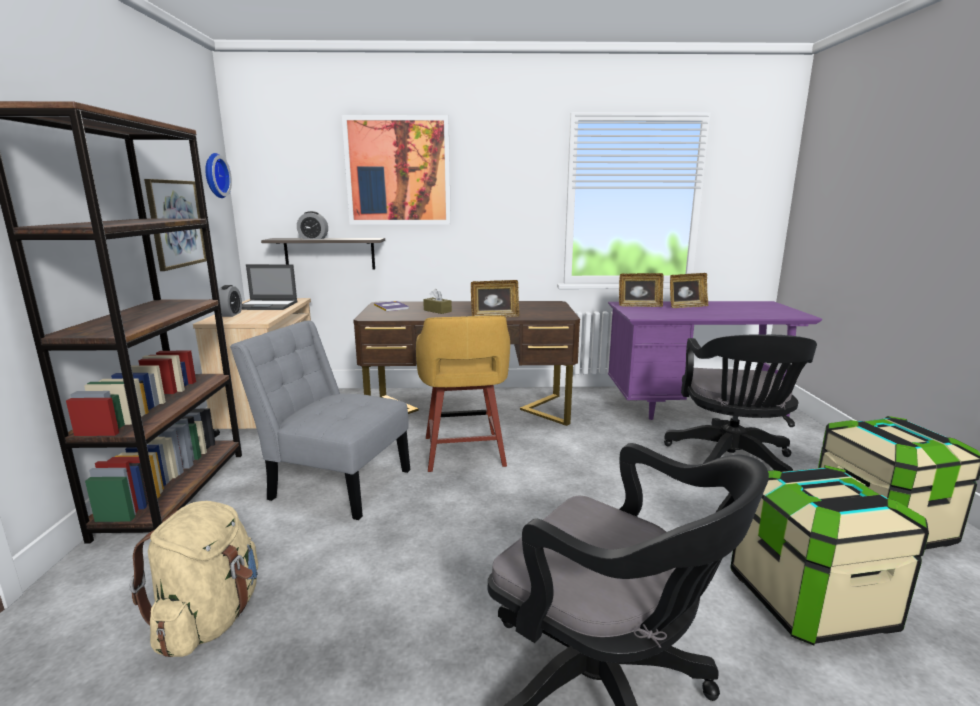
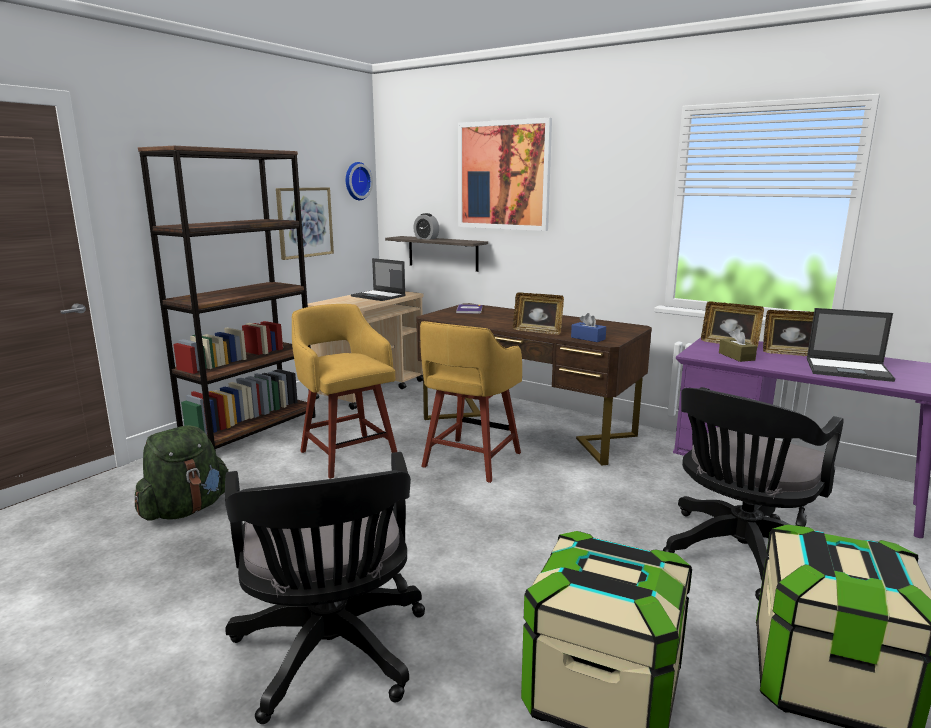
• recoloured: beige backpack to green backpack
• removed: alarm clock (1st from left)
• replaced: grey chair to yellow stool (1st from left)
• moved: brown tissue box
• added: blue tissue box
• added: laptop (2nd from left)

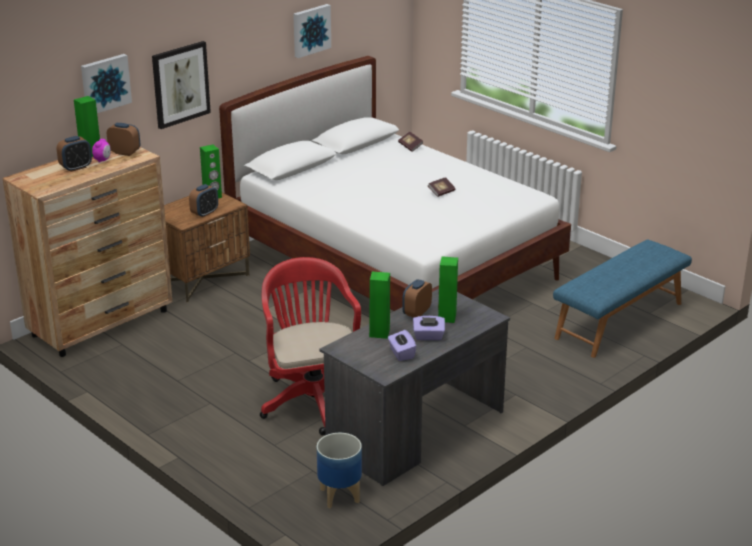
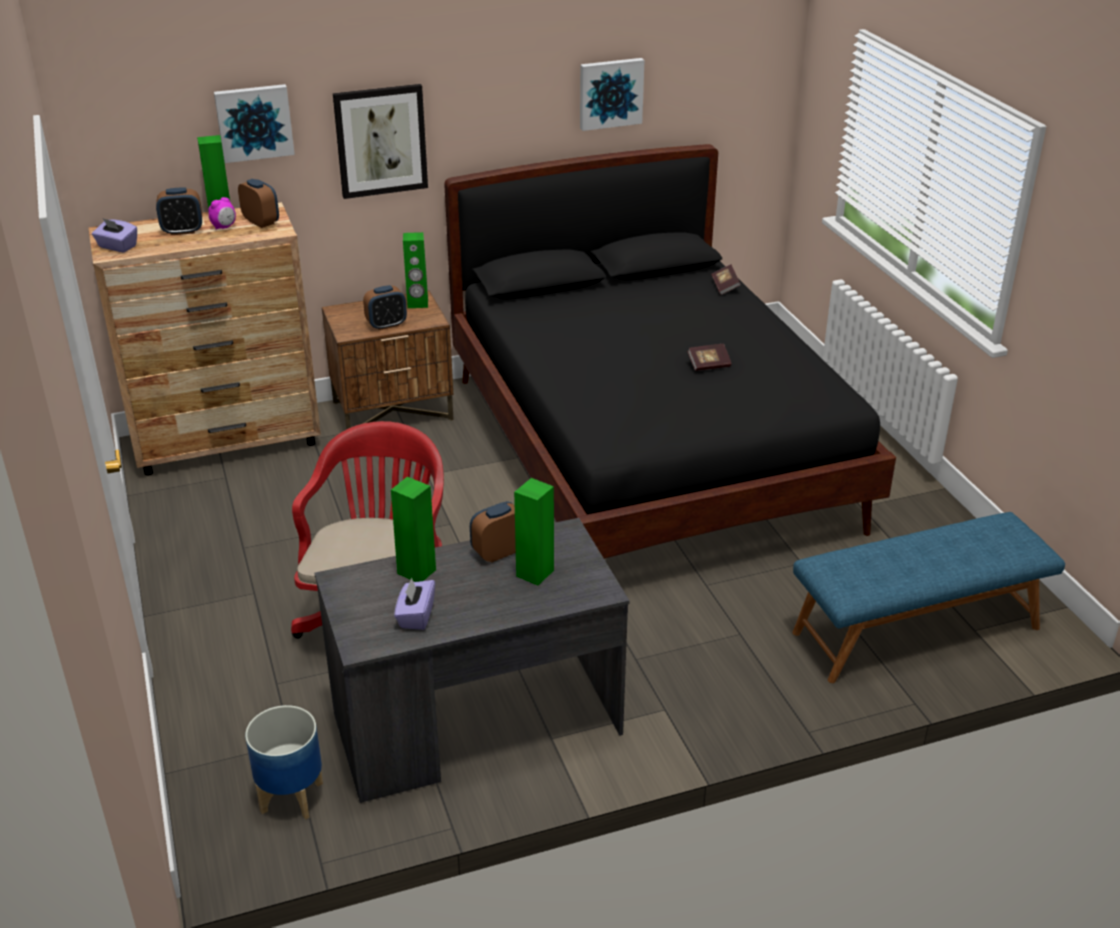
• recoloured: white bed to black bed
• moved: purple tissue box (2nd from left in the first image) to purple tissue box (1st from left)

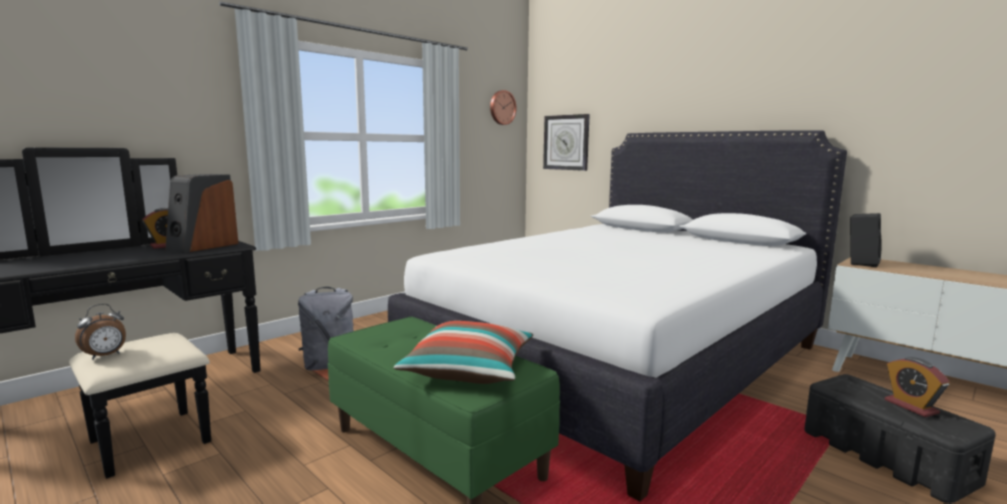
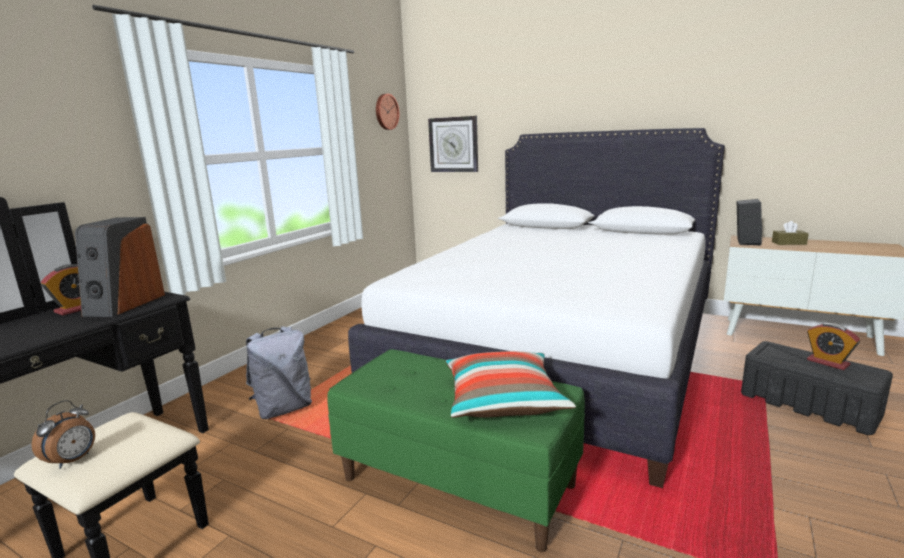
• added: brown tissue box

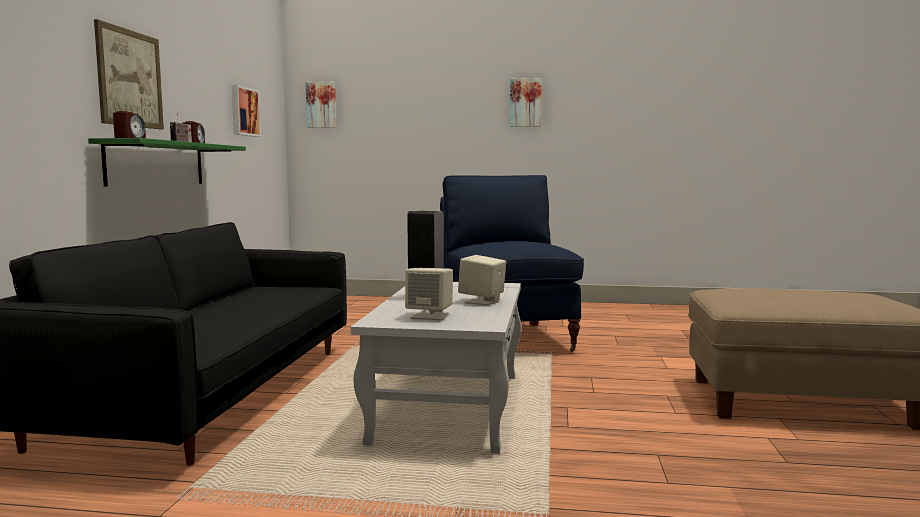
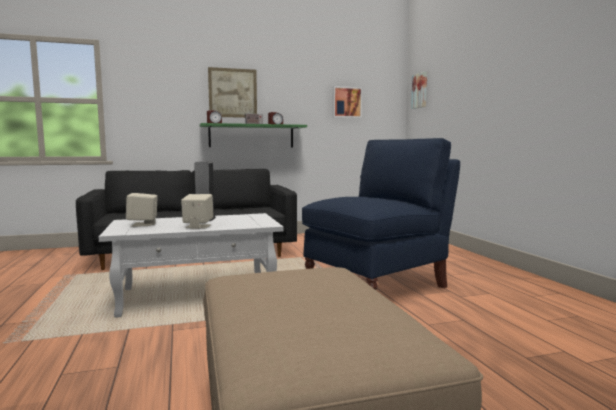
• removed: picture (4th from left)

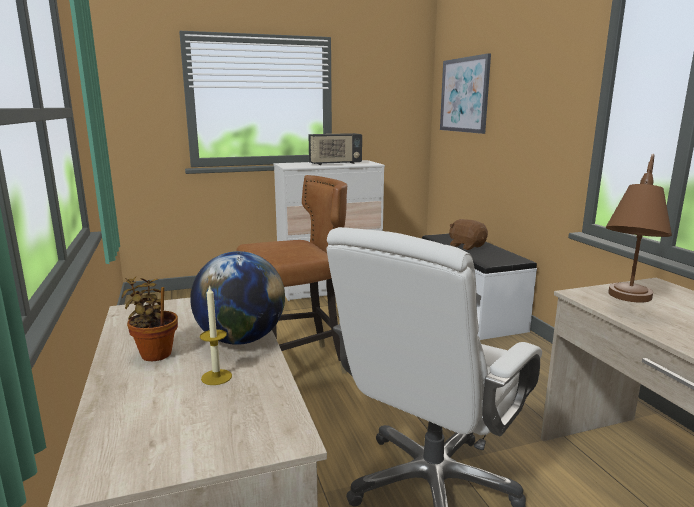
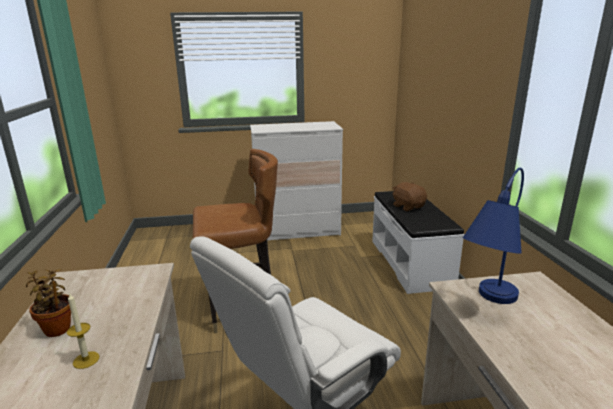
• removed: globe
• removed: radio
• removed: picture
• recoloured: brown table lamp to blue table lamp

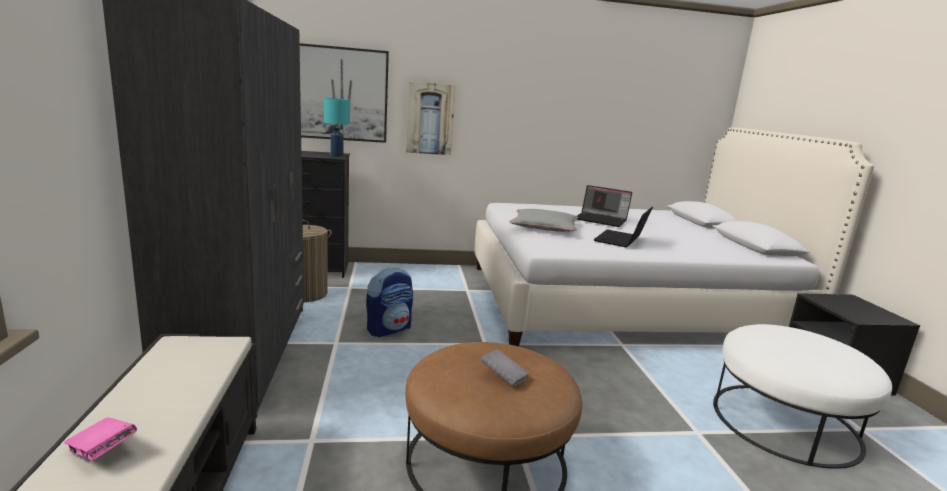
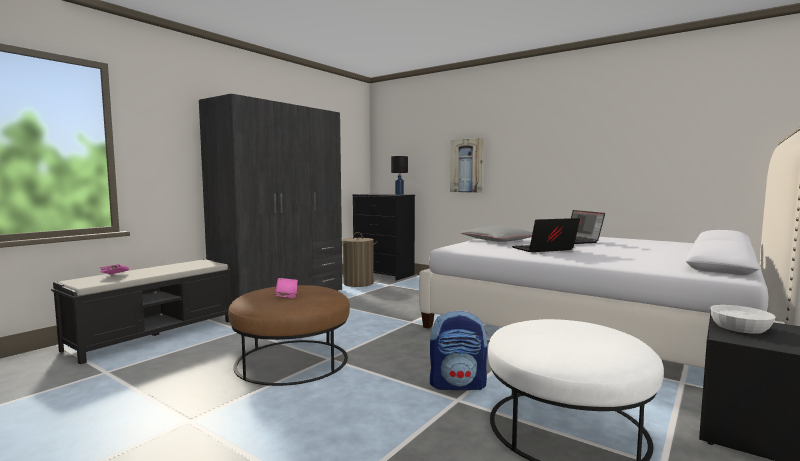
• removed: picture (1st from left)
• recoloured: turquoise table lamp to black table lamp
• moved: backpack
• recoloured: grey book to pink book (2nd from left)
• added: white bowl

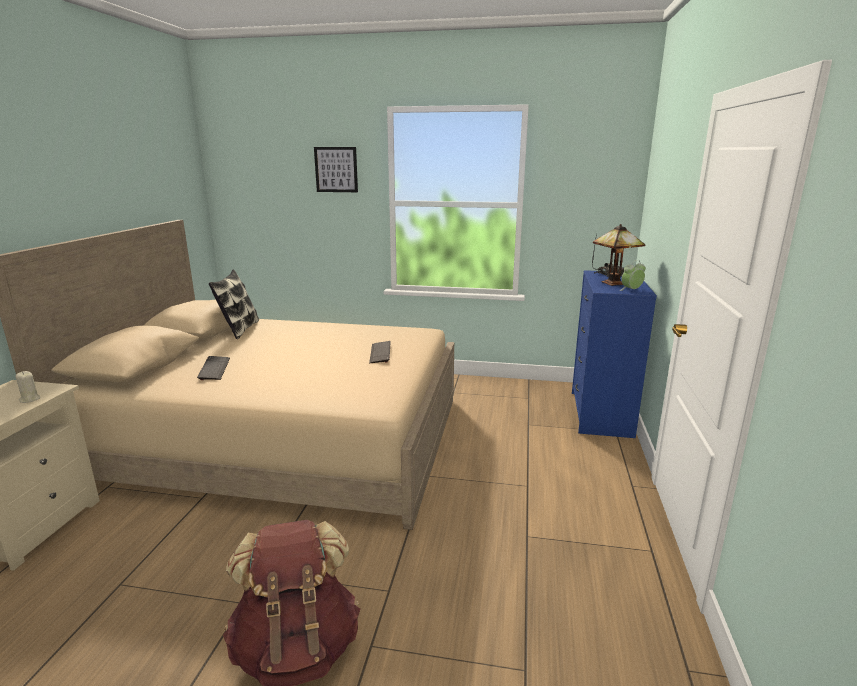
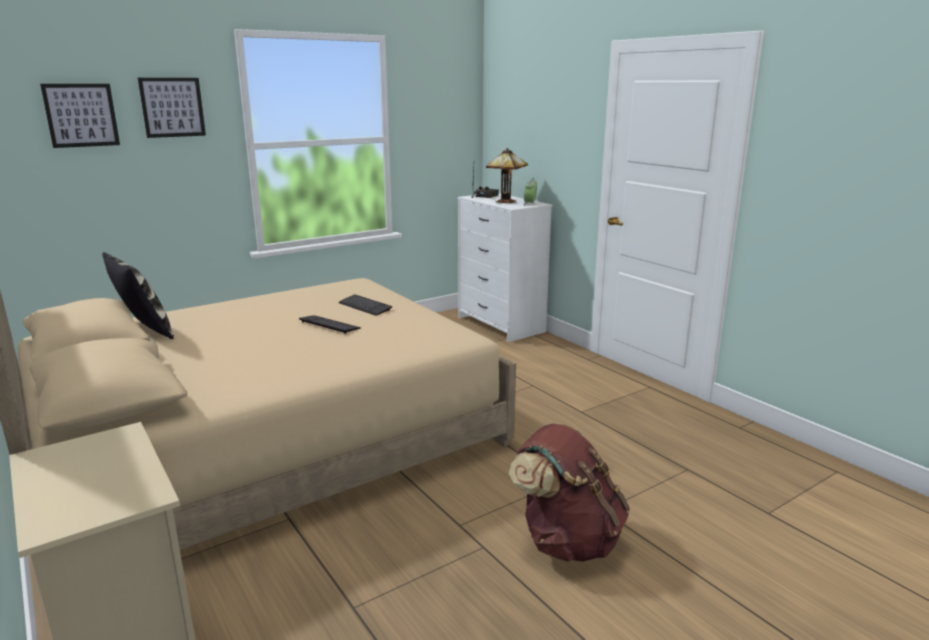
• removed: beige candle
• moved: keyboard (1st from left)
• recoloured: blue dresser to white dresser
• added: picture (1st from left)

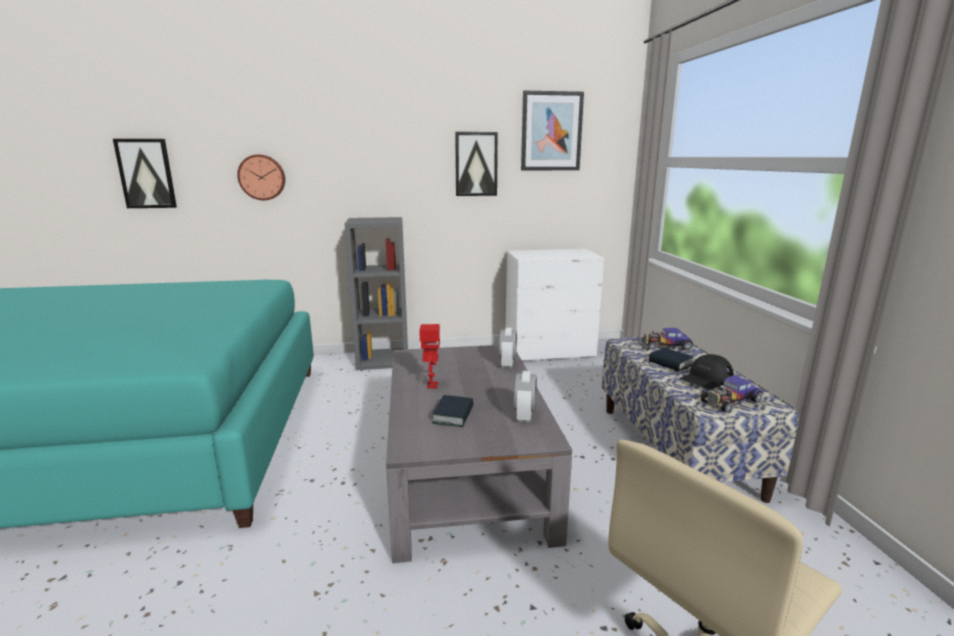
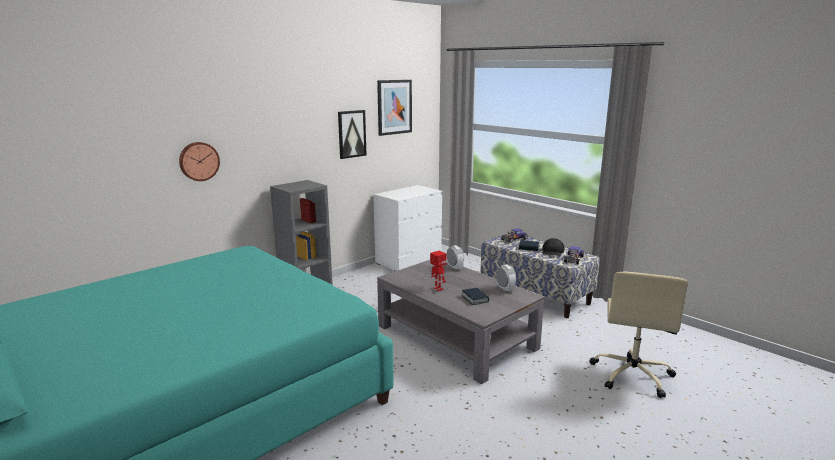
• removed: picture (1st from left)

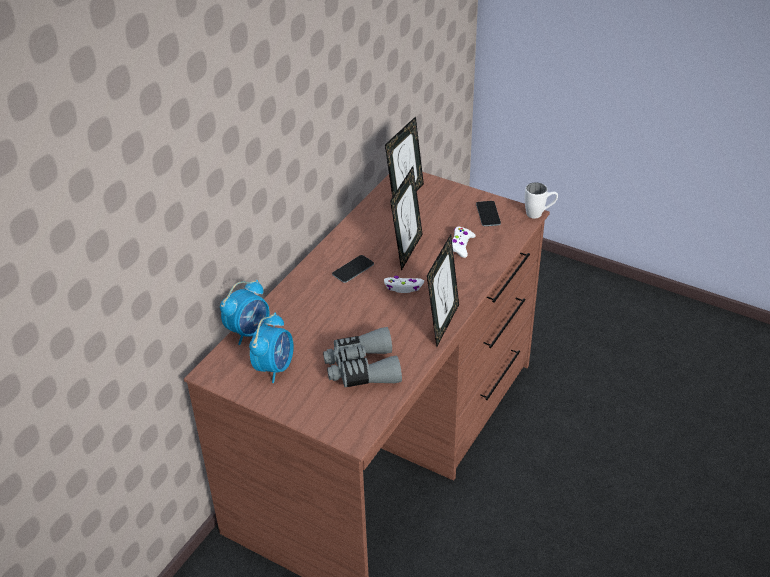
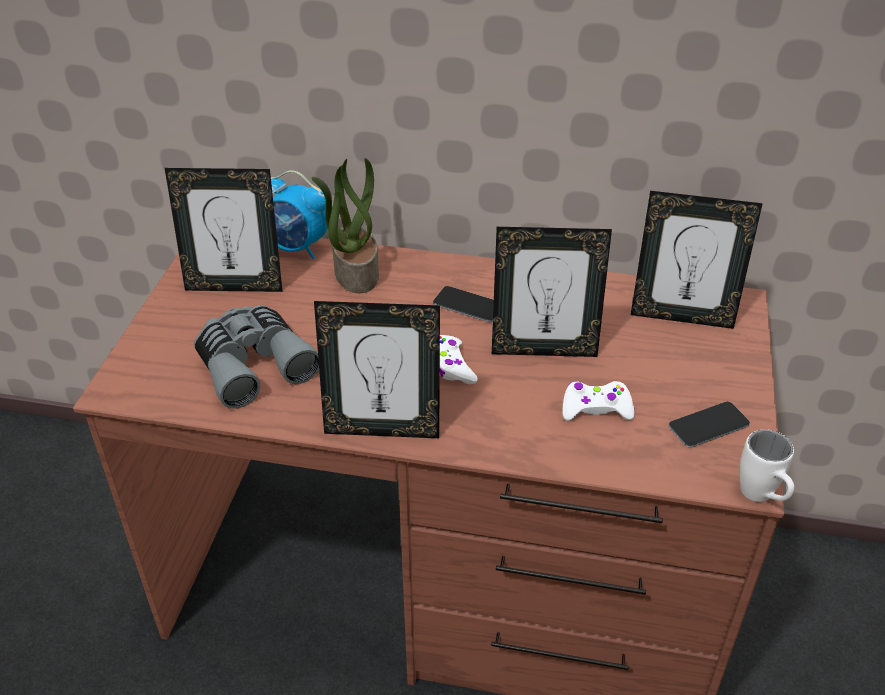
• replaced: alarm clock (2nd from left) to picture frame (1st from left)
• added: potted plant

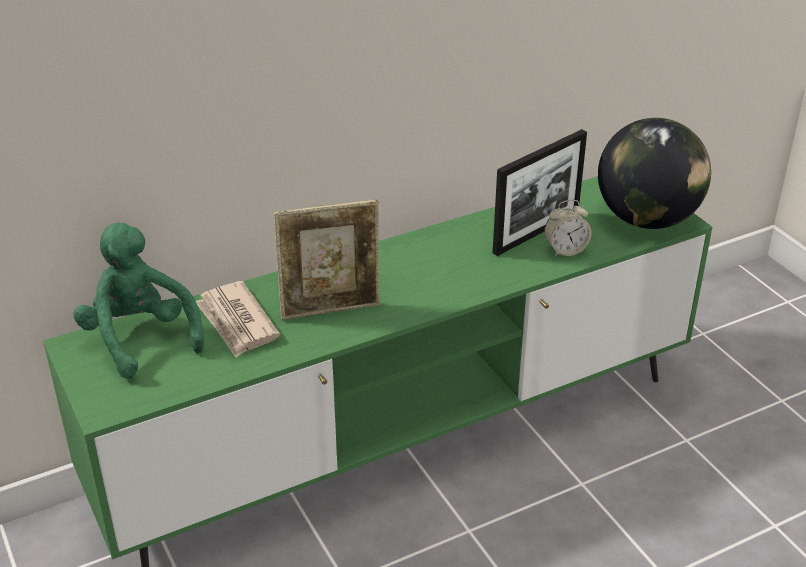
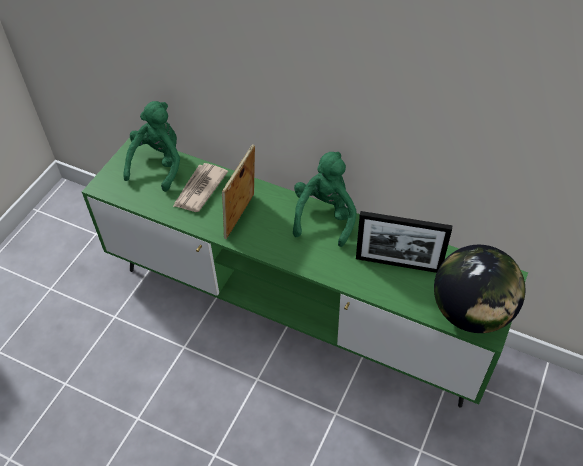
• turned: picture frame (1st from left) 75 degrees clockwise
• removed: alarm clock
• added: green plush toy (2nd from left)

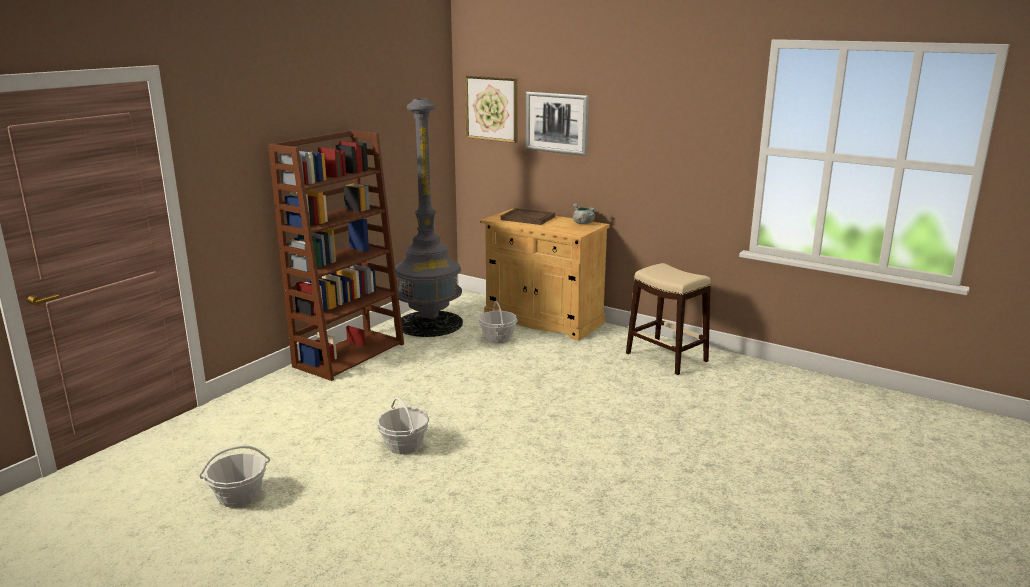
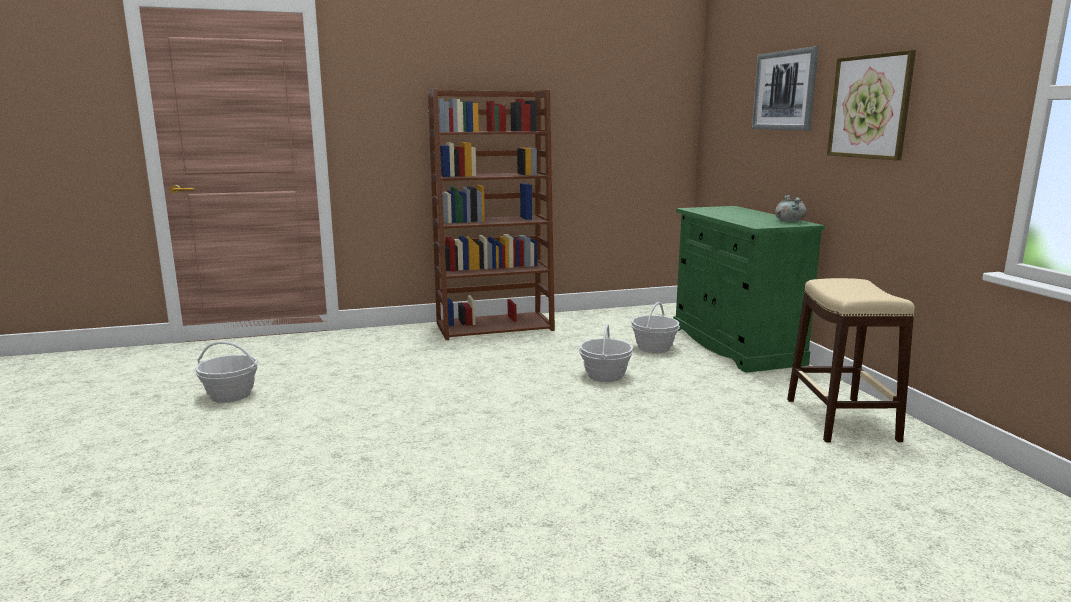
• moved: basket (2nd from left)
• removed: grey floor lamp
• moved: picture (1st from left in the first image) to picture (2nd from left)
• recoloured: beige cabinet to green cabinet
• removed: brown tray

